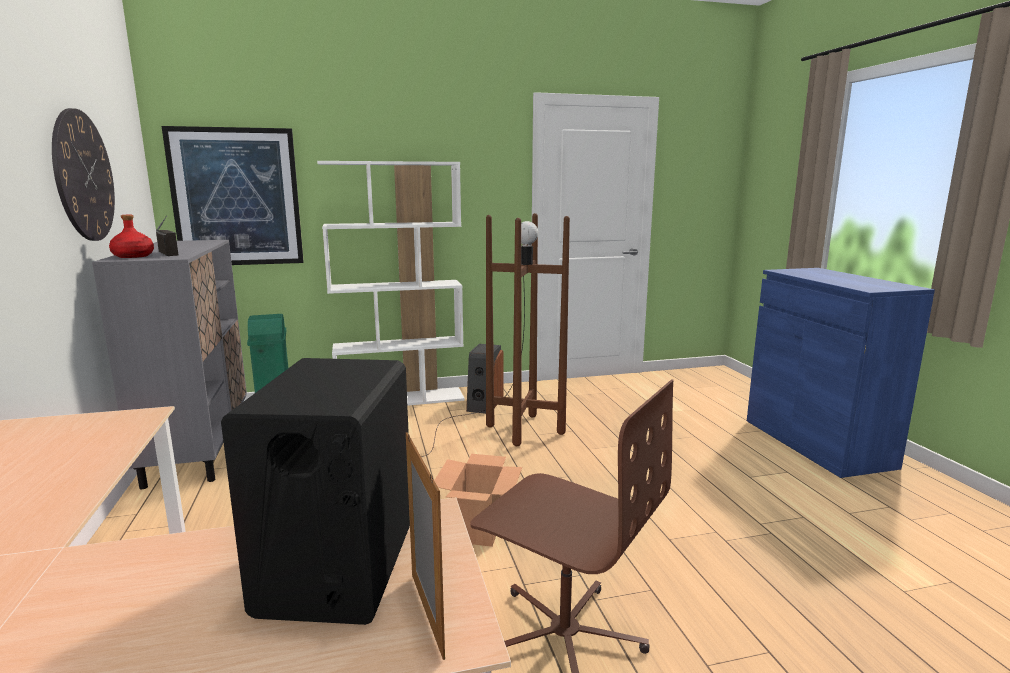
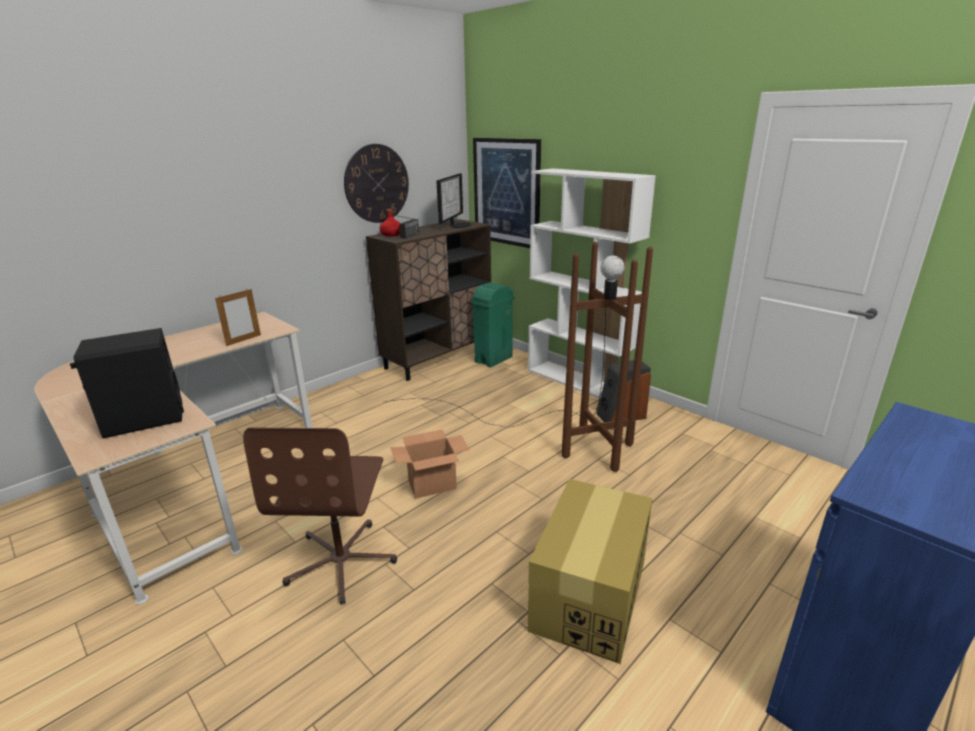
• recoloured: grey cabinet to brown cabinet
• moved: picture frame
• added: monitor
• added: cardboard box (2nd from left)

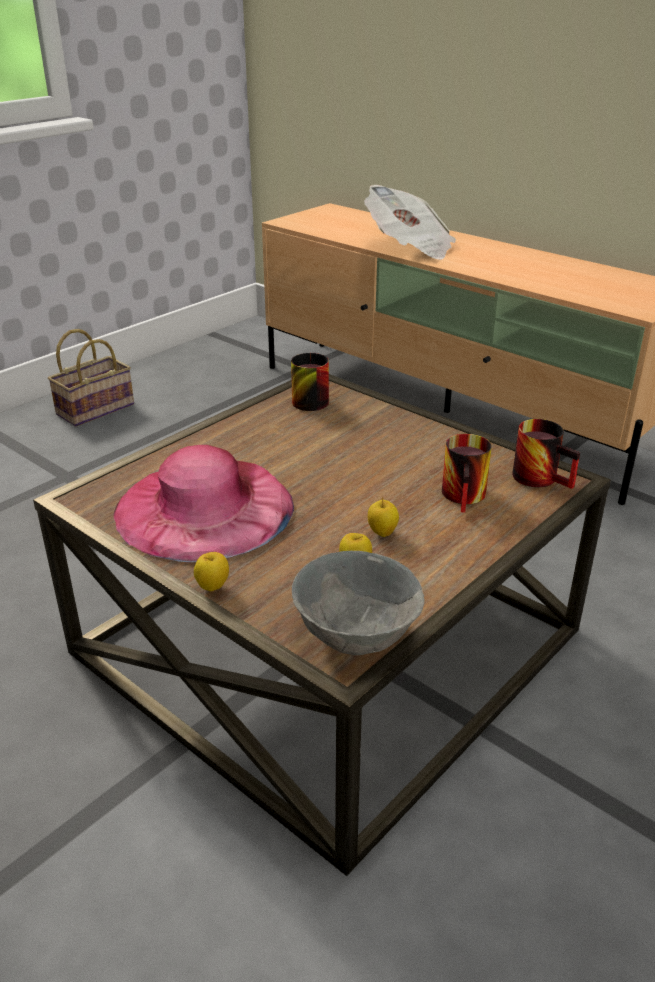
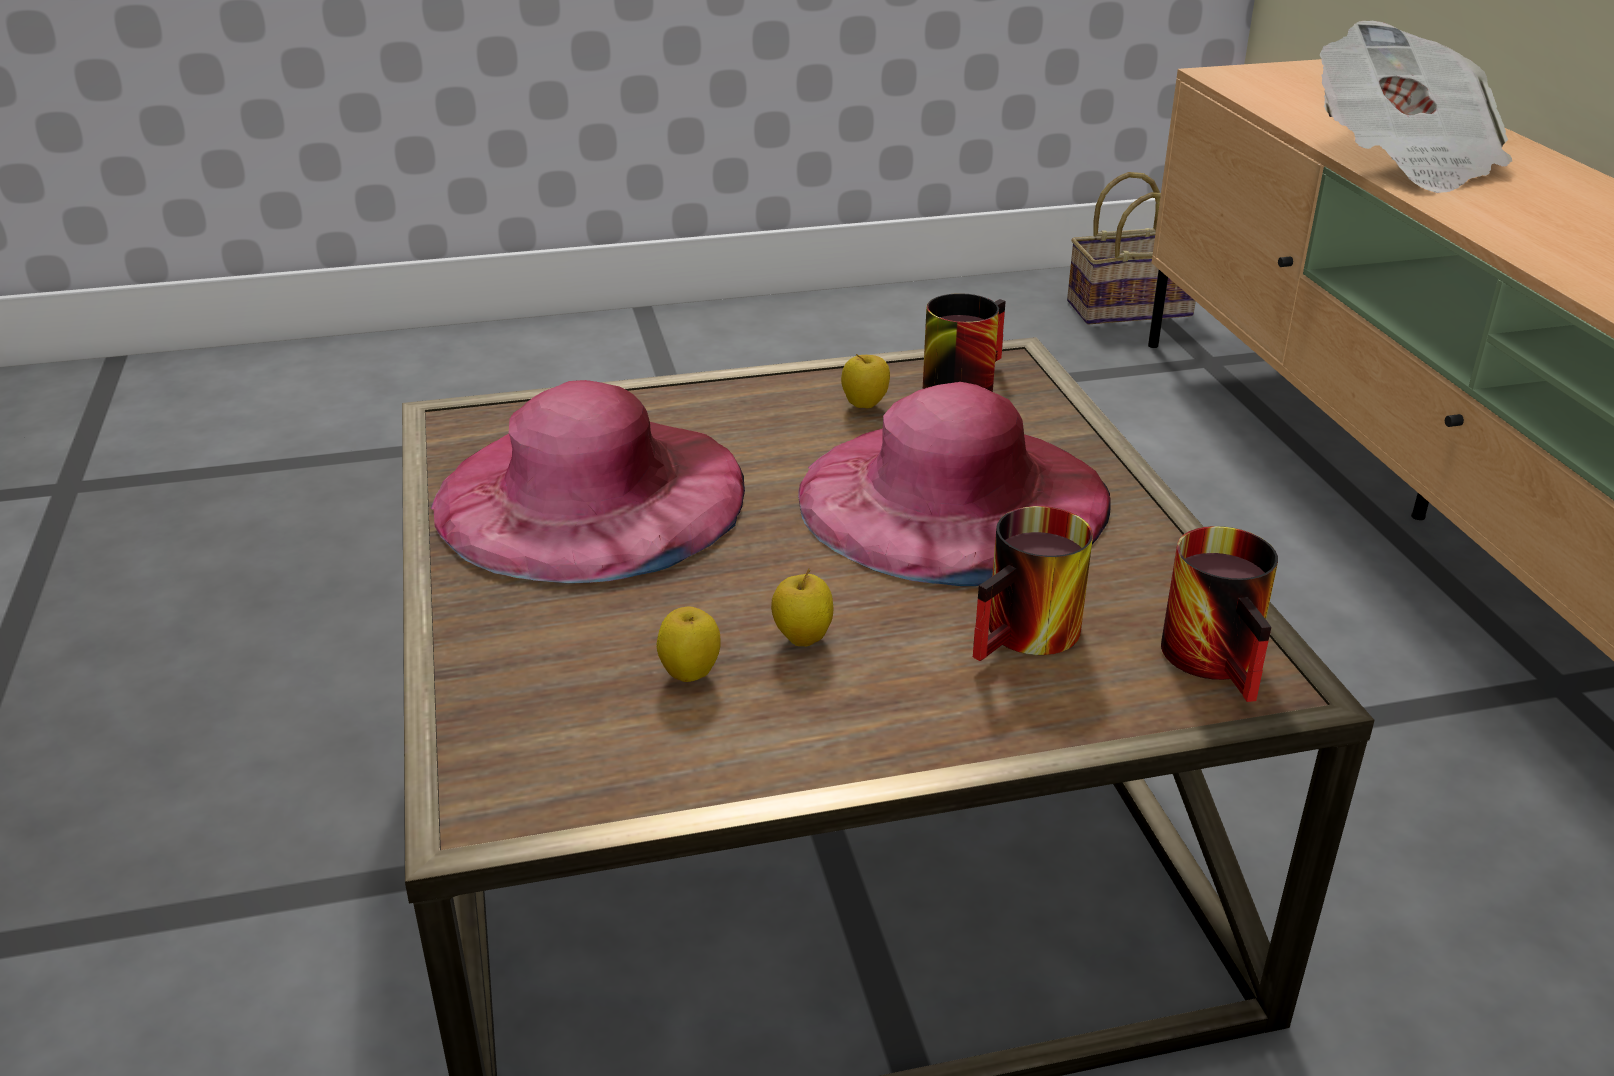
• moved: basket
• moved: apple (1st from left in the first image) to apple (3rd from left)
• removed: grey bowl
• added: pink hat (2nd from left)

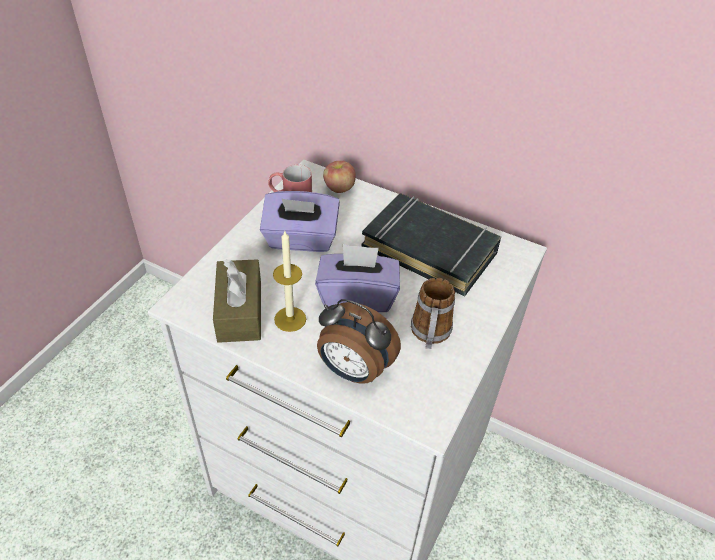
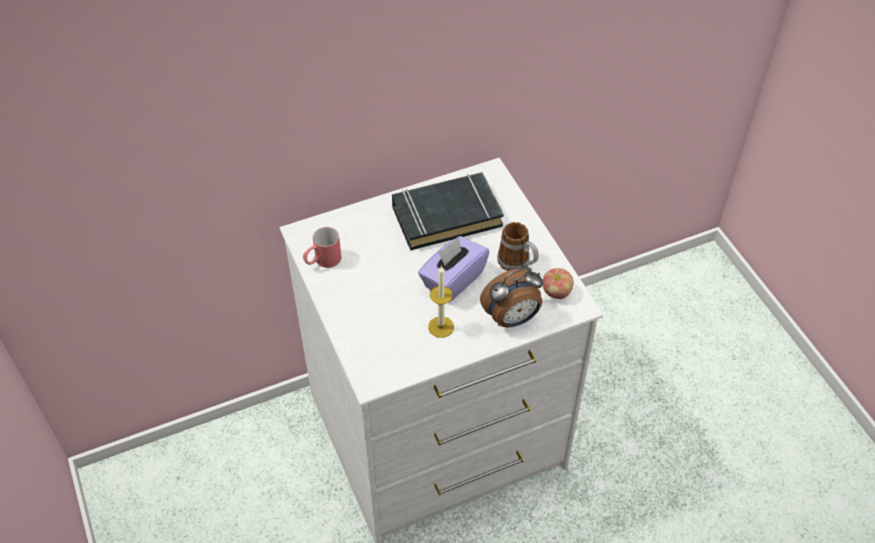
• removed: brown tissue box
• removed: purple tissue box (1st from left)
• moved: apple

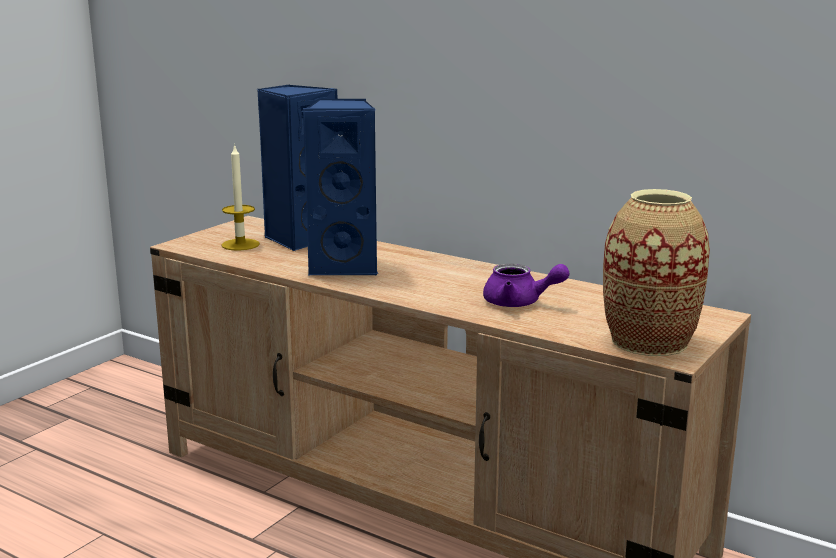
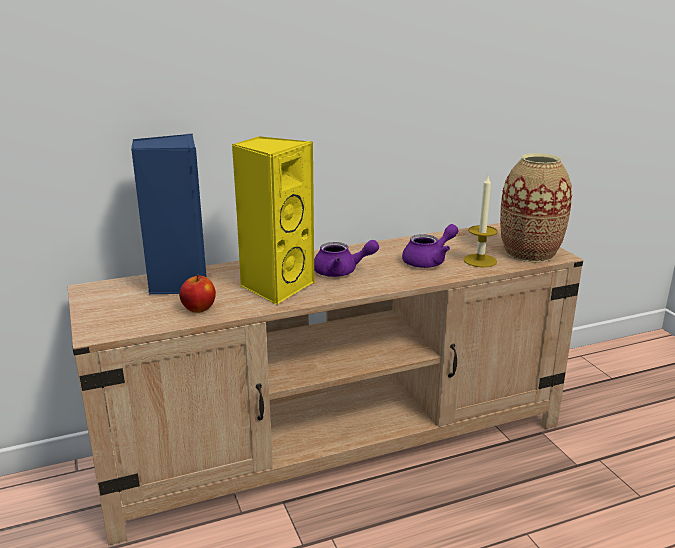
• moved: candle
• recoloured: blue speaker (2nd from left) to yellow speaker
• added: apple
• added: purple teapot (1st from left)

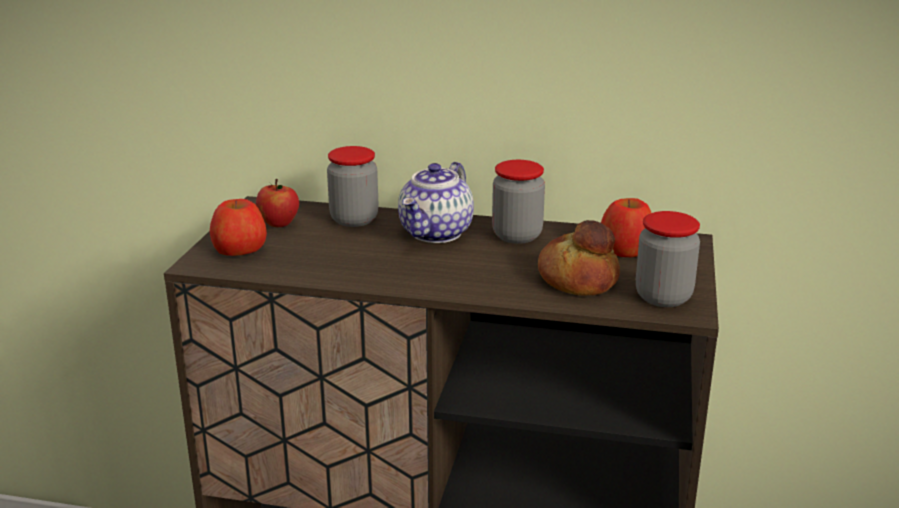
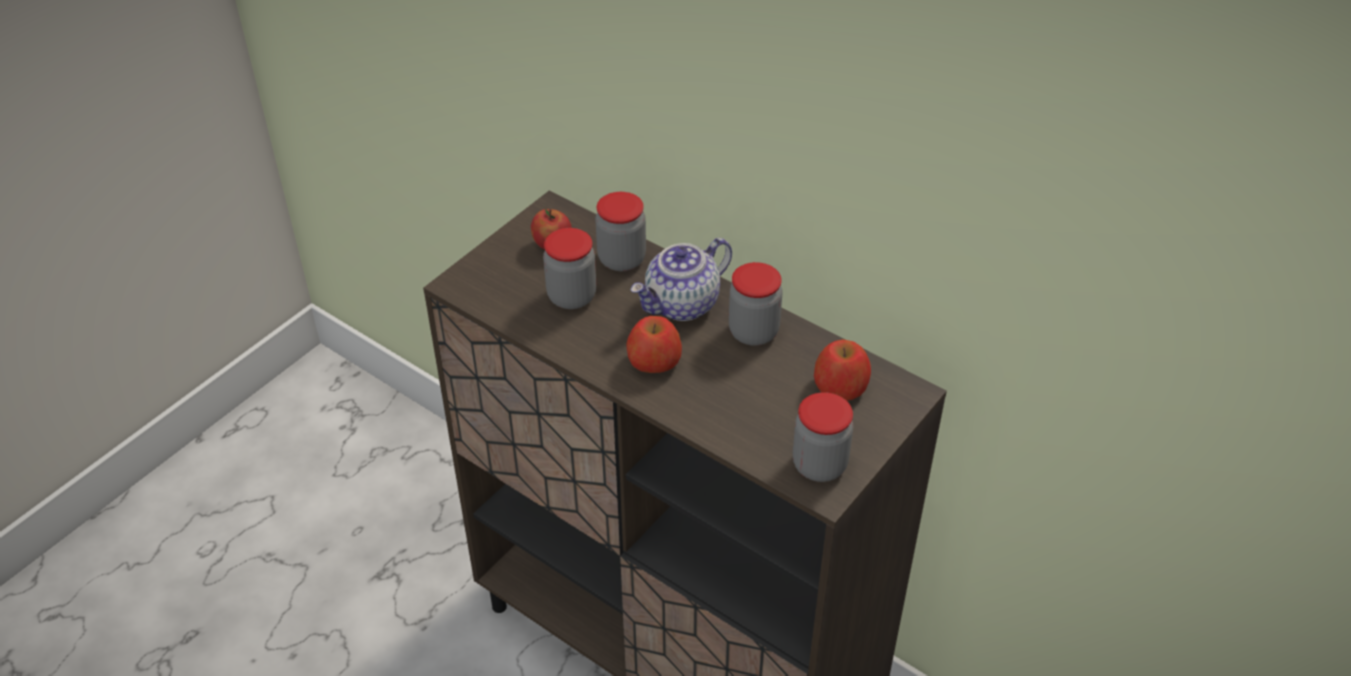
• moved: apple (1st from left in the first image) to apple (2nd from left)
• removed: bread
• added: jar (1st from left)

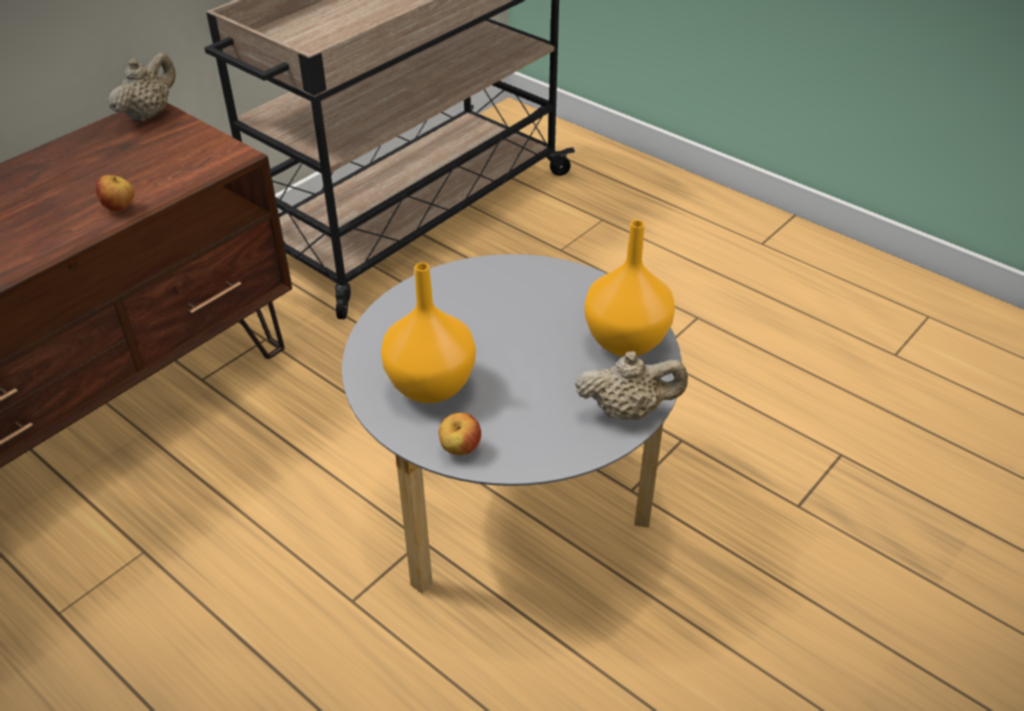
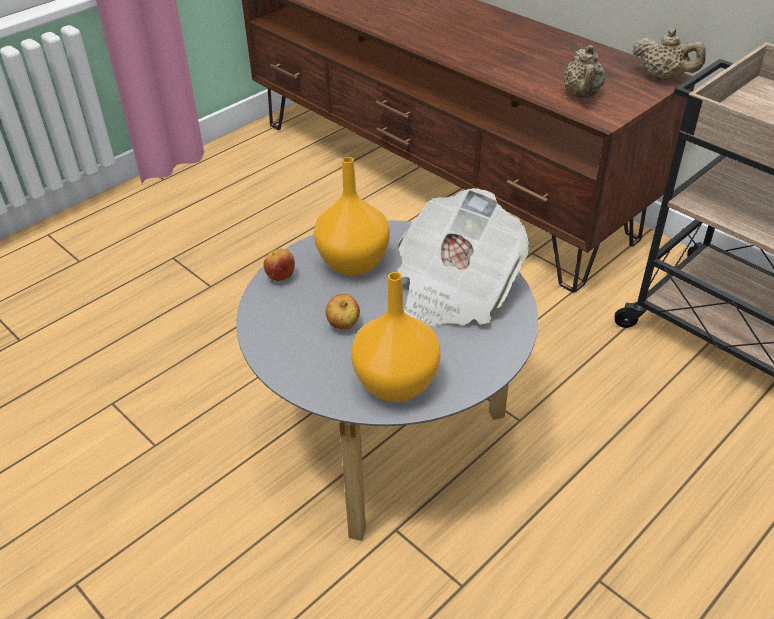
• moved: apple (1st from left in the first image) to apple (2nd from left)
• moved: beige teapot (2nd from left in the first image) to beige teapot (1st from left)
• added: newspaper

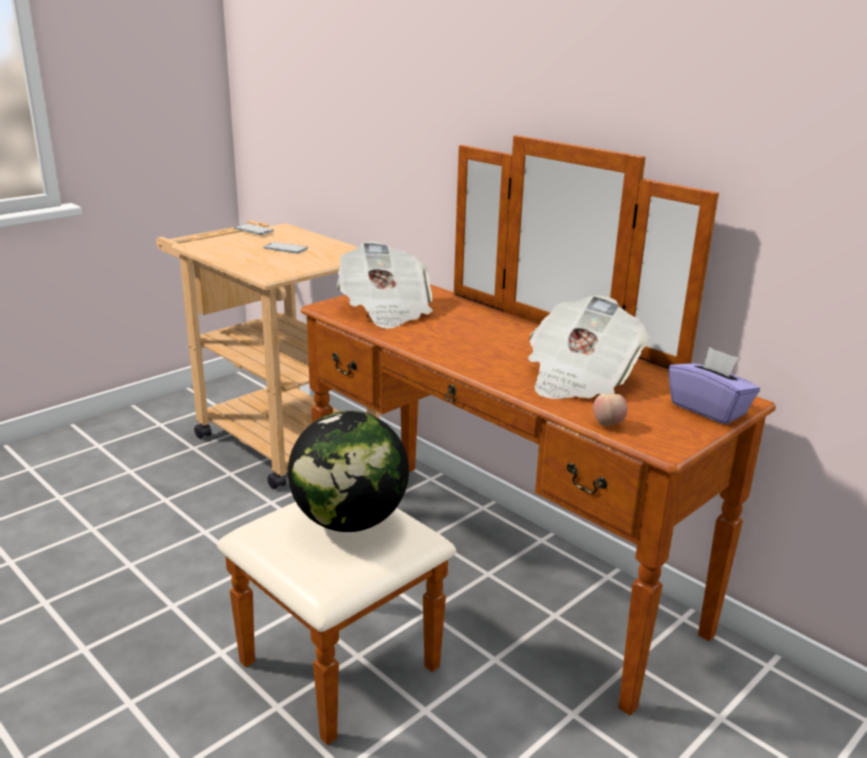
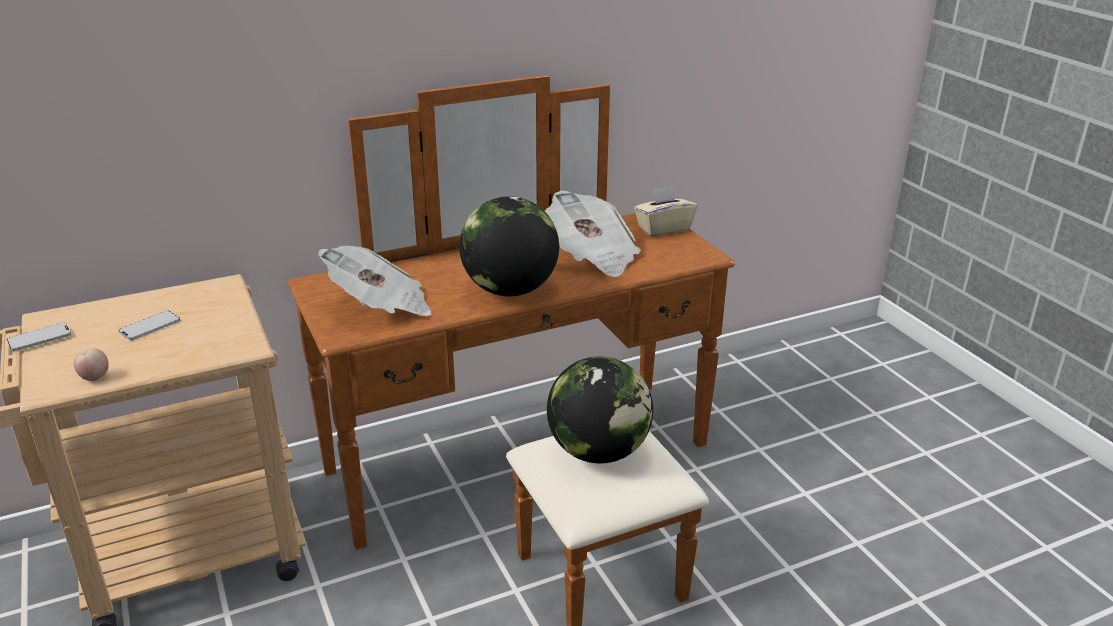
• moved: apple
• recoloured: purple tissue box to beige tissue box
• added: globe (1st from left)

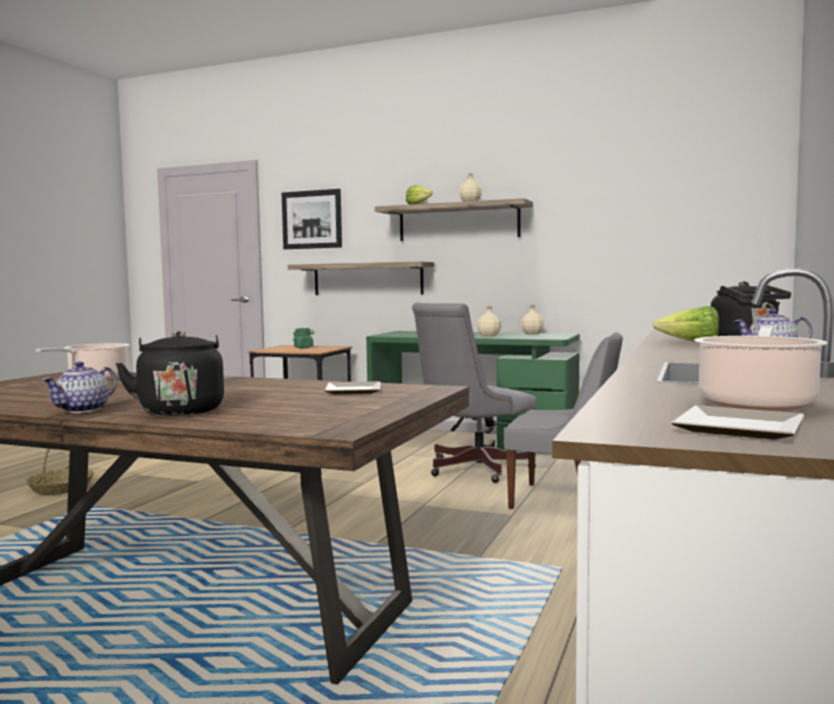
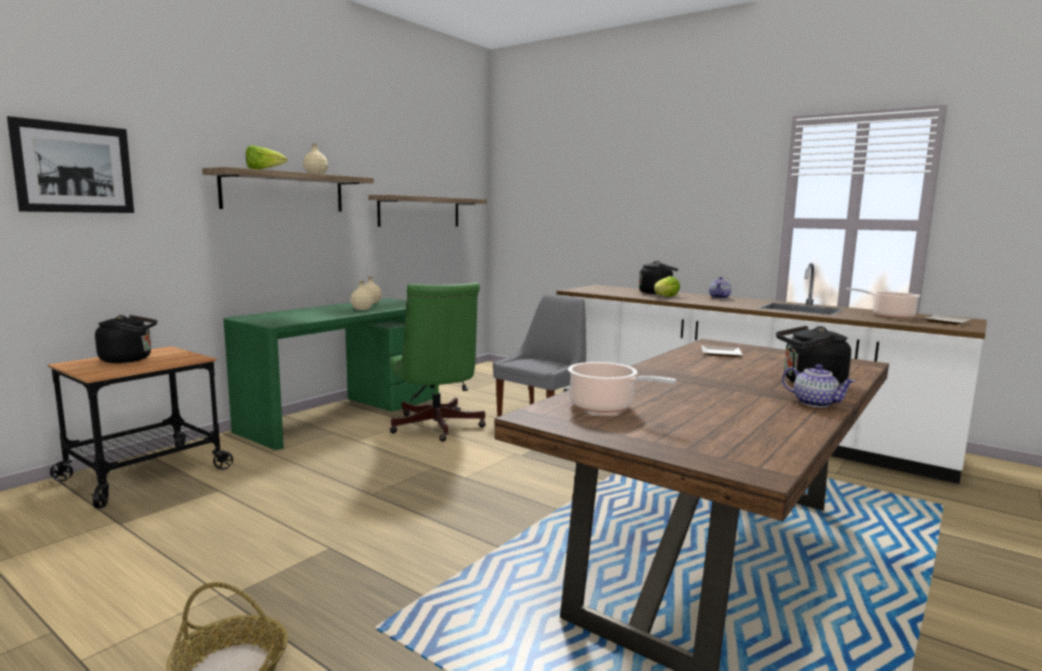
• moved: shelf (1st from left in the first image) to shelf (2nd from left)
• replaced: green jar to black kettle (1st from left)
• recoloured: grey office chair to green office chair

